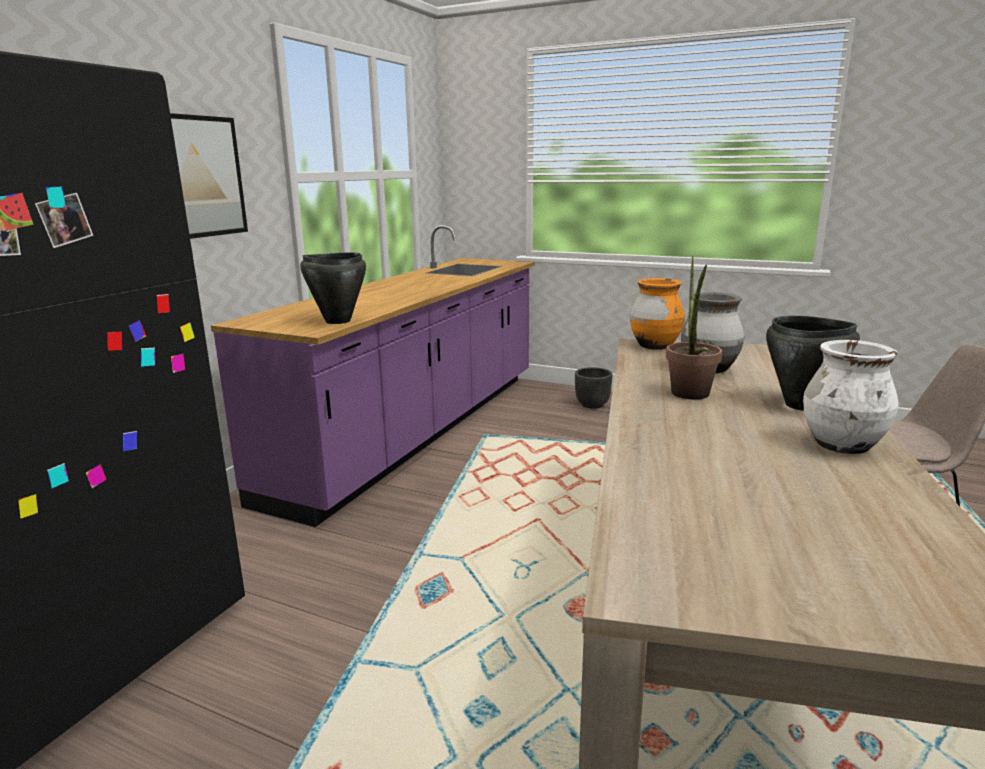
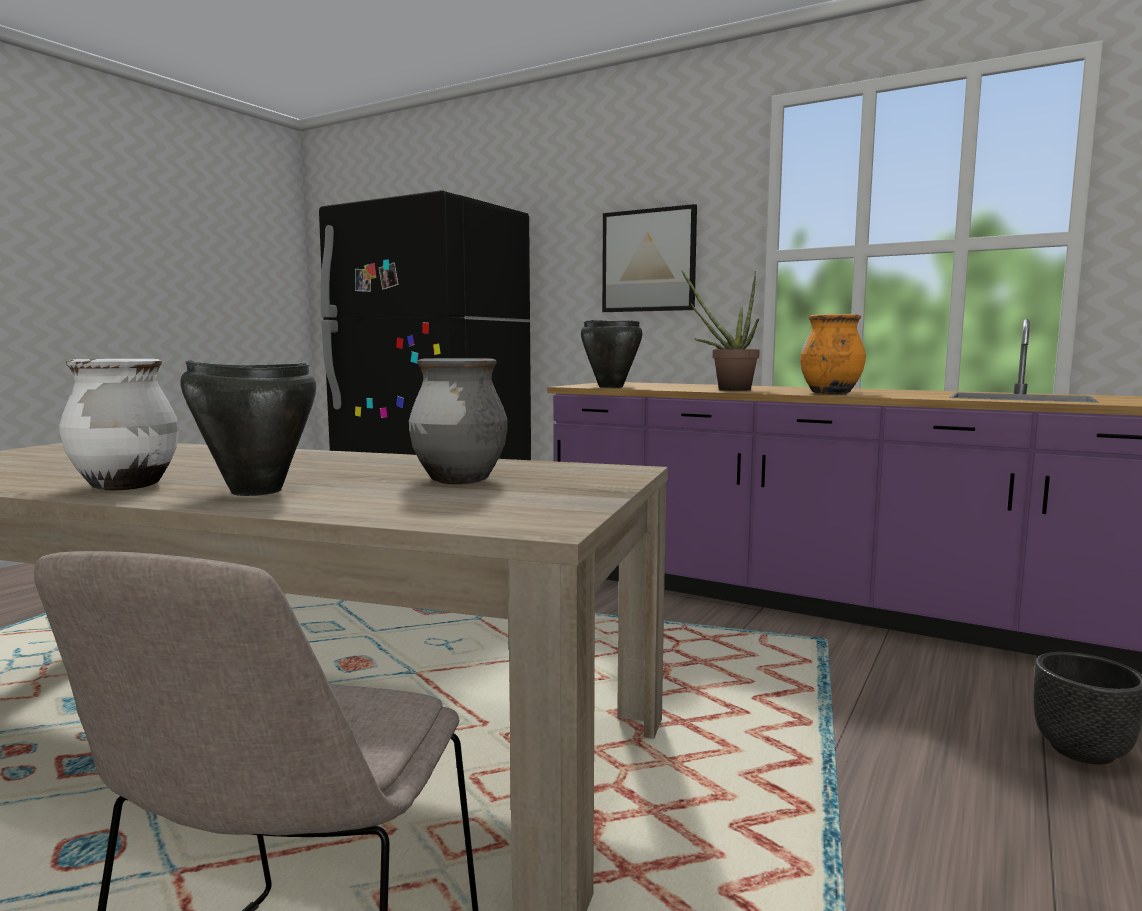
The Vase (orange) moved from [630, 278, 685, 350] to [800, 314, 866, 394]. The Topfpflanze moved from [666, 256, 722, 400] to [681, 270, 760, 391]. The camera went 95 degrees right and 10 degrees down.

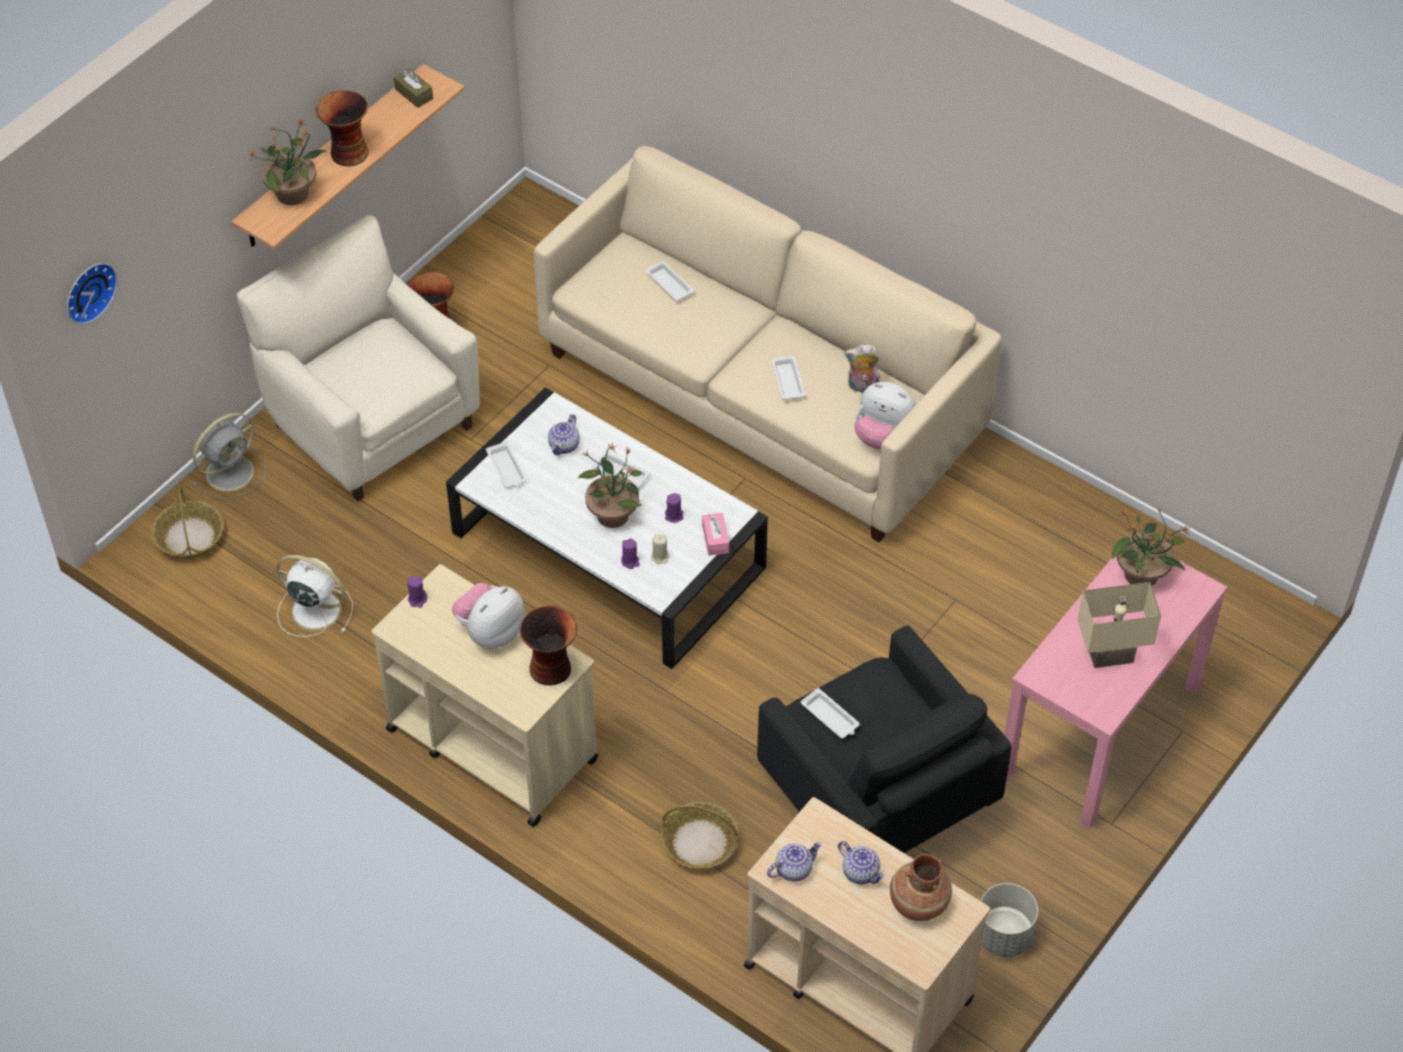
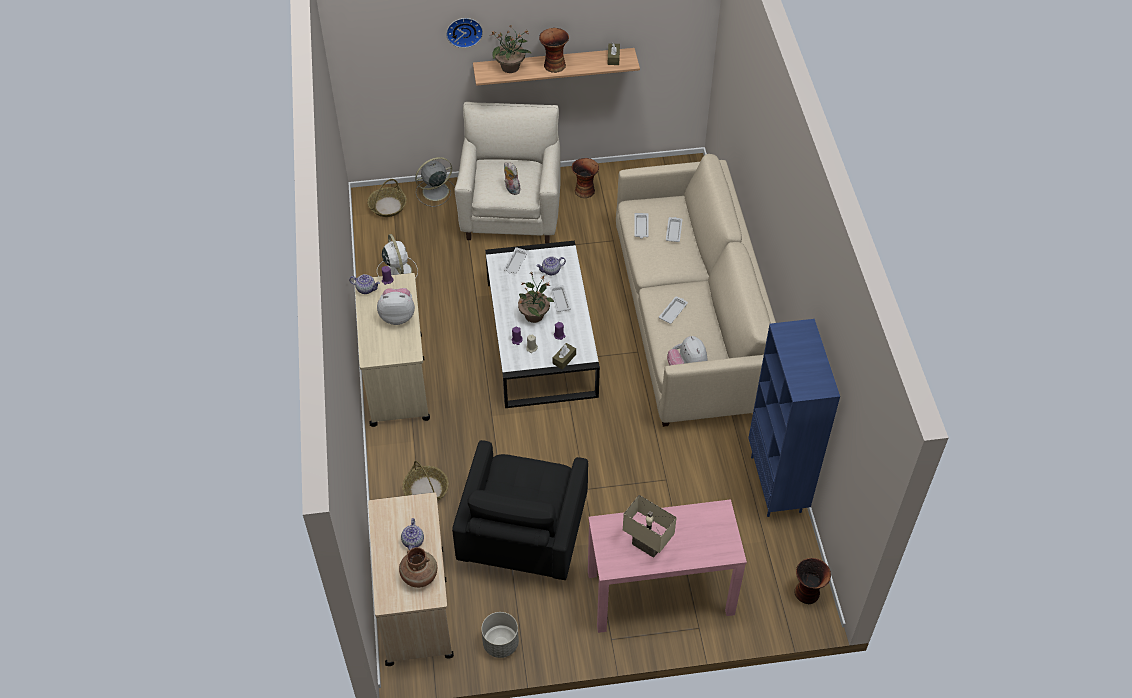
The Wanduhr moved from [67, 263, 117, 324] to [446, 18, 483, 48]. The Ventilator (grau) at [192, 413, 267, 499] turned 150 degrees clockwise. The Vase moved from [520, 605, 577, 686] to [794, 558, 831, 604]. The Taschentuchbox (rosa) at [702, 513, 729, 556] became the Taschentuchbox (braun) at [553, 343, 576, 370]. The Teekanne moved from [767, 841, 822, 882] to [349, 274, 380, 294]. The Tablett (weiß) moved from [801, 688, 860, 739] to [634, 213, 649, 239]. The Plüschtier moved from [844, 345, 880, 393] to [504, 162, 520, 195]. The Topfpflanze at [1112, 509, 1191, 586] disappeared. The Bücherregal (blau) at [749, 319, 840, 517] appeared. The camera went 45 degrees right and 0 degrees up.

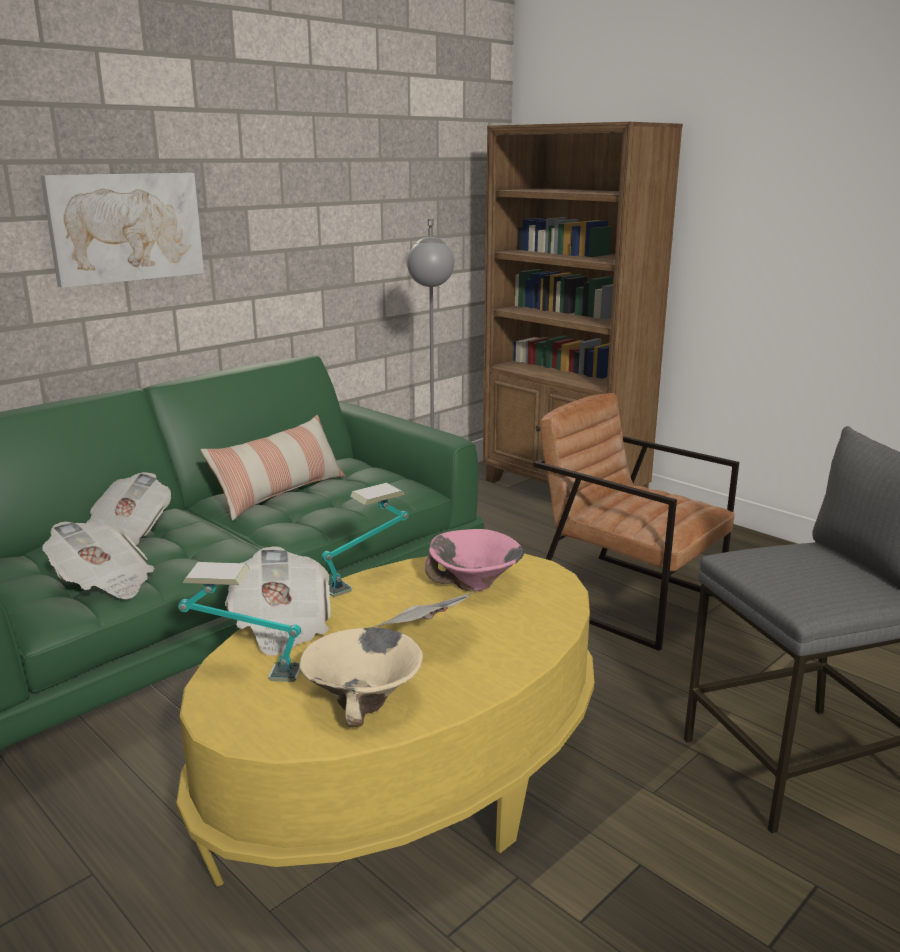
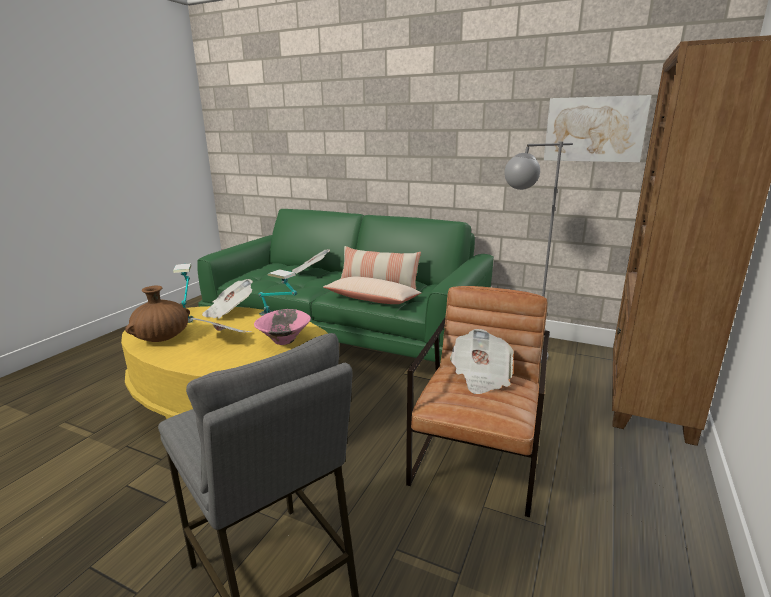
The Bild moved from [41, 173, 204, 288] to [544, 95, 652, 162]. The Zeitung moved from [42, 521, 154, 599] to [450, 329, 514, 394]. The Schüssel (beige) at [299, 627, 423, 727] was replaced by the Vase (braun) at [125, 286, 190, 342]. The Kissen (beige) at [323, 277, 422, 304] appeared. The camera went 70 degrees right and 0 degrees up.

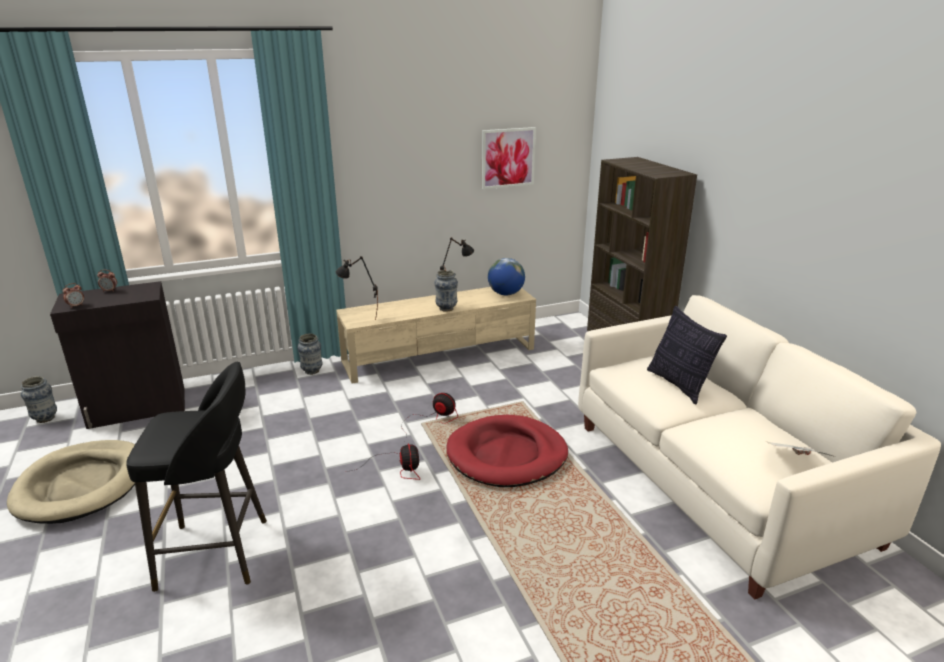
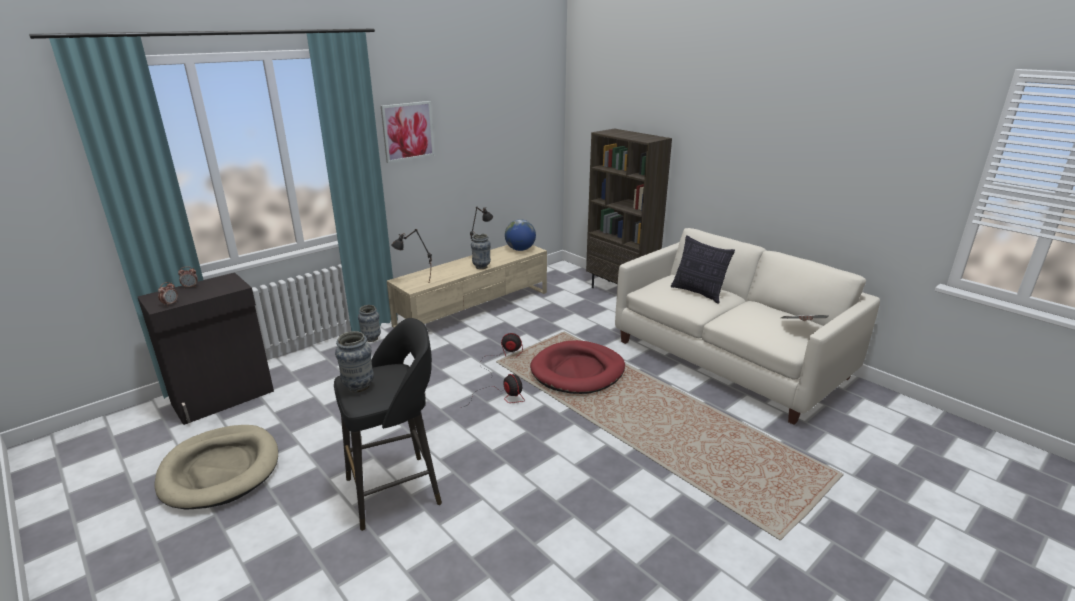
The Vase moved from [21, 376, 57, 423] to [335, 331, 374, 392]. The Bild moved from [482, 127, 536, 189] to [381, 101, 435, 163]. The camera went 20 degrees left and 0 degrees up.

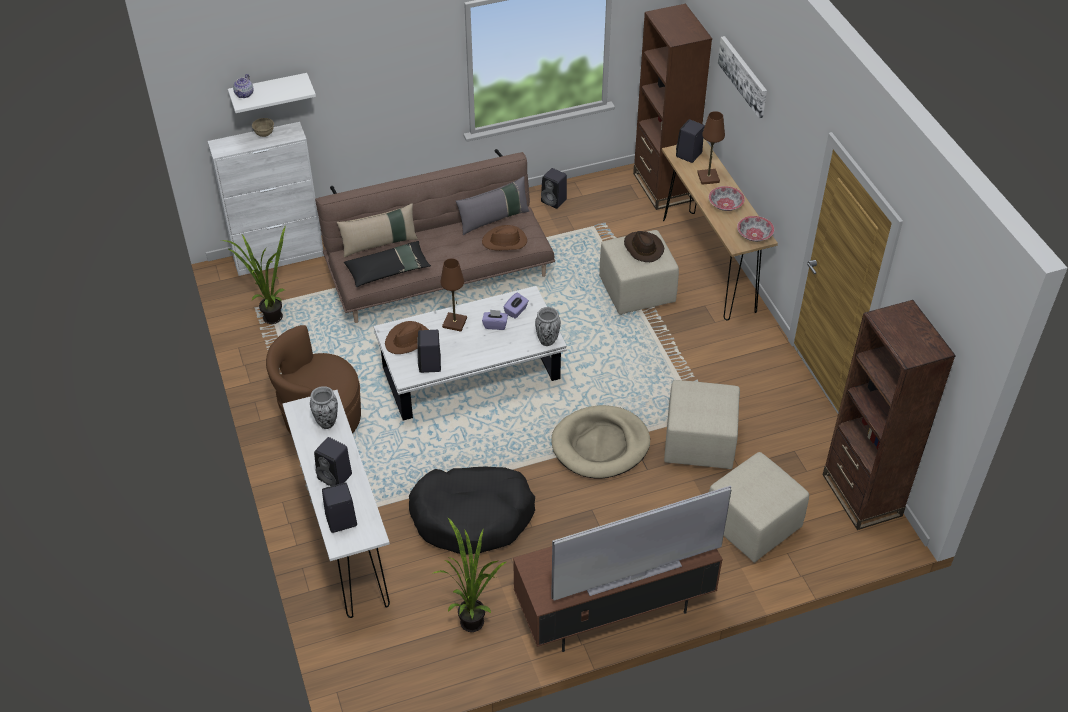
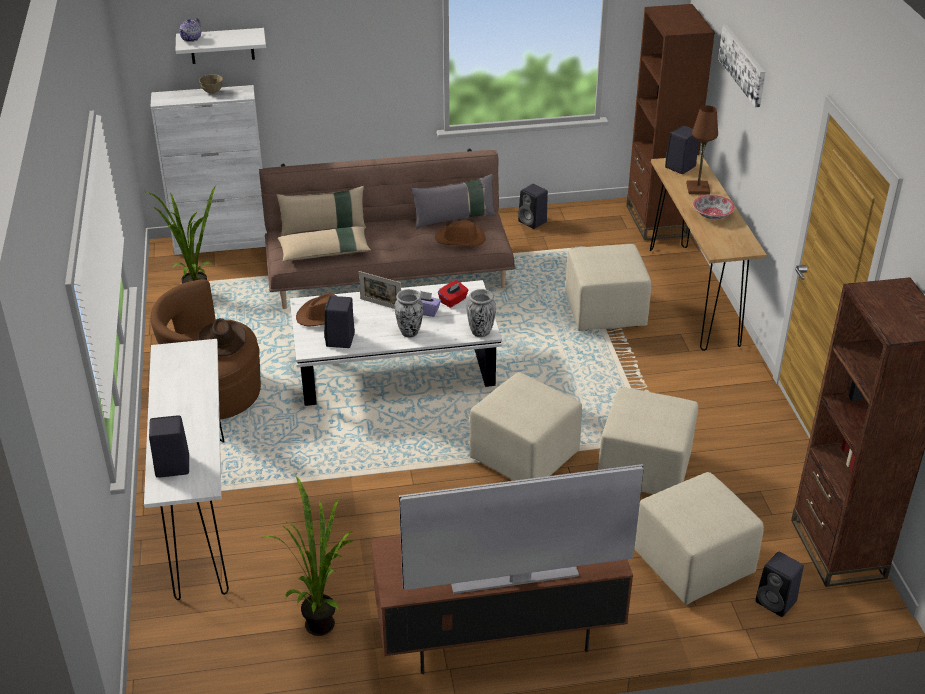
The Vase moved from [310, 386, 338, 429] to [395, 289, 423, 338]. The Lautsprecher (schwarz) moved from [314, 437, 352, 486] to [755, 551, 804, 617]. The Kissen (schwarz) at [344, 241, 431, 287] became the Kissen (beige) at [278, 226, 371, 262]. The Hundebett (schwarz) at [409, 467, 535, 555] disappeared. The Tischlampe (braun) at [440, 258, 467, 332] was replaced by the Bilderrahmen at [359, 271, 401, 309]. The Taschentuchbox (lila) at [504, 292, 529, 319] became the Taschentuchbox (rot) at [438, 280, 469, 308]. The Hundebett (beige) at [551, 405, 650, 479] was replaced by the Polsterhocker (beige) at [469, 372, 582, 481]. The Hut (braun) moved from [624, 231, 664, 262] to [198, 318, 246, 356]. The Schüssel at [737, 216, 774, 242] disappeared. The camera went 10 degrees right and 10 degrees down.

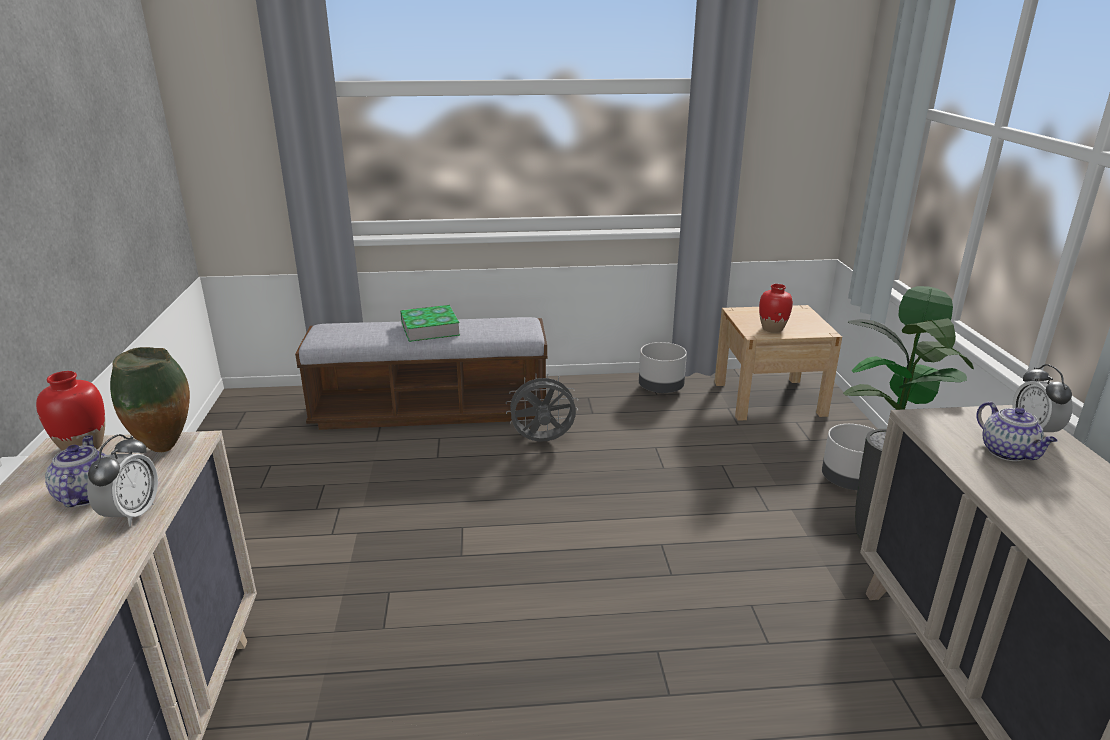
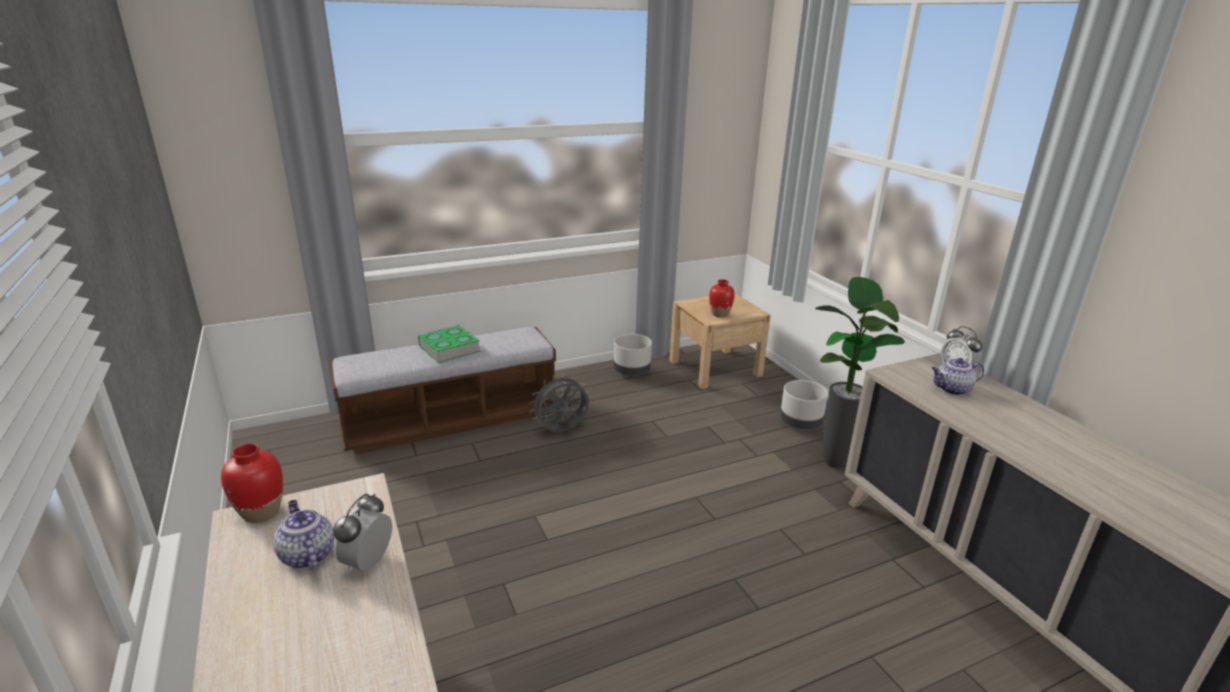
The Wecker at [87, 434, 158, 527] turned 150 degrees counterclockwise. The Vase at [110, 347, 190, 452] disappeared. The Teekanne at [976, 401, 1058, 461] turned 120 degrees clockwise. The camera went 20 degrees left and 0 degrees up.

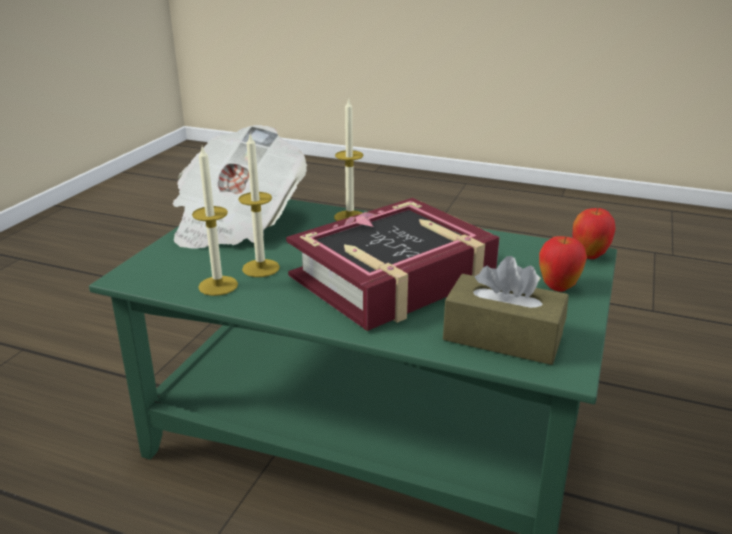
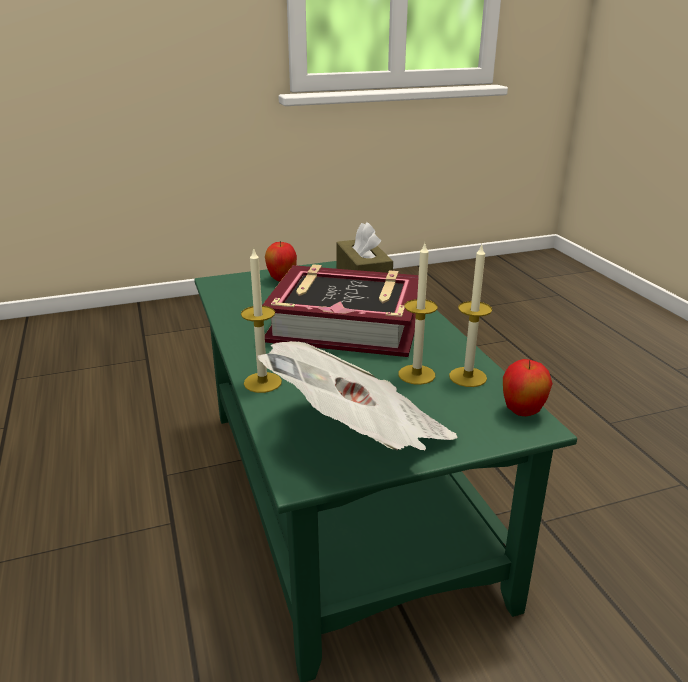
The Apfel moved from [572, 208, 616, 259] to [503, 359, 553, 416]. The camera went 130 degrees left and 0 degrees up.

